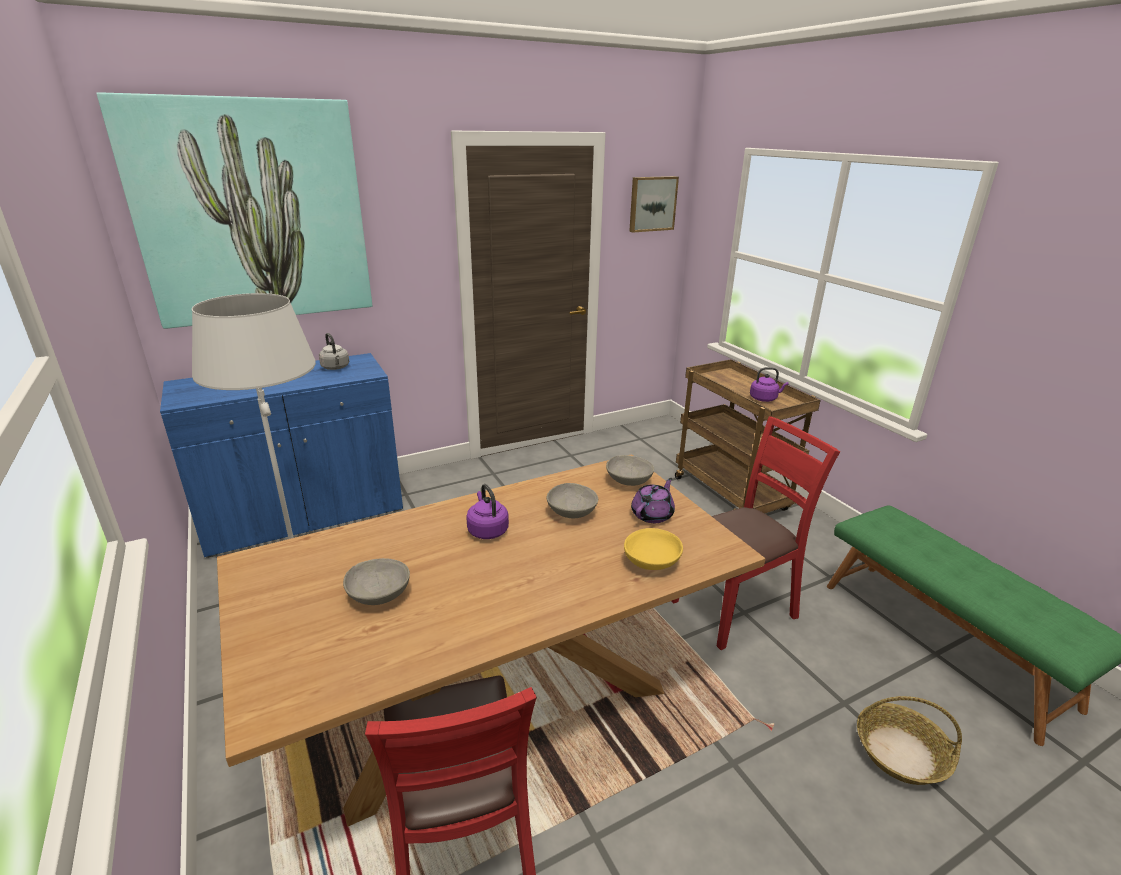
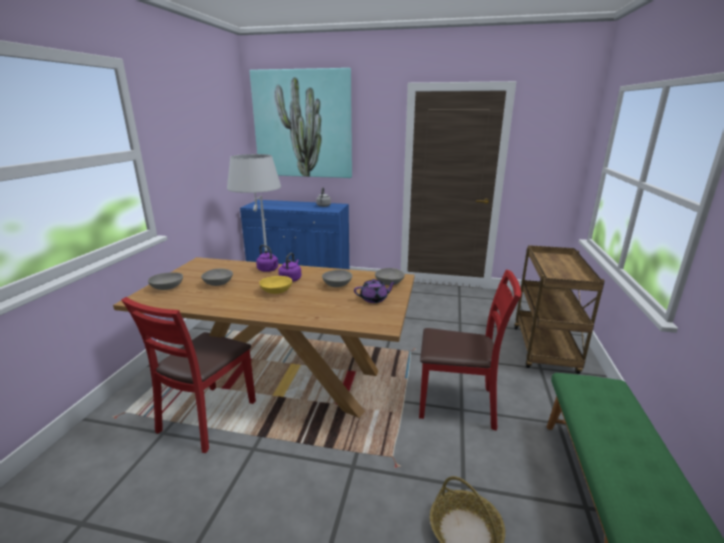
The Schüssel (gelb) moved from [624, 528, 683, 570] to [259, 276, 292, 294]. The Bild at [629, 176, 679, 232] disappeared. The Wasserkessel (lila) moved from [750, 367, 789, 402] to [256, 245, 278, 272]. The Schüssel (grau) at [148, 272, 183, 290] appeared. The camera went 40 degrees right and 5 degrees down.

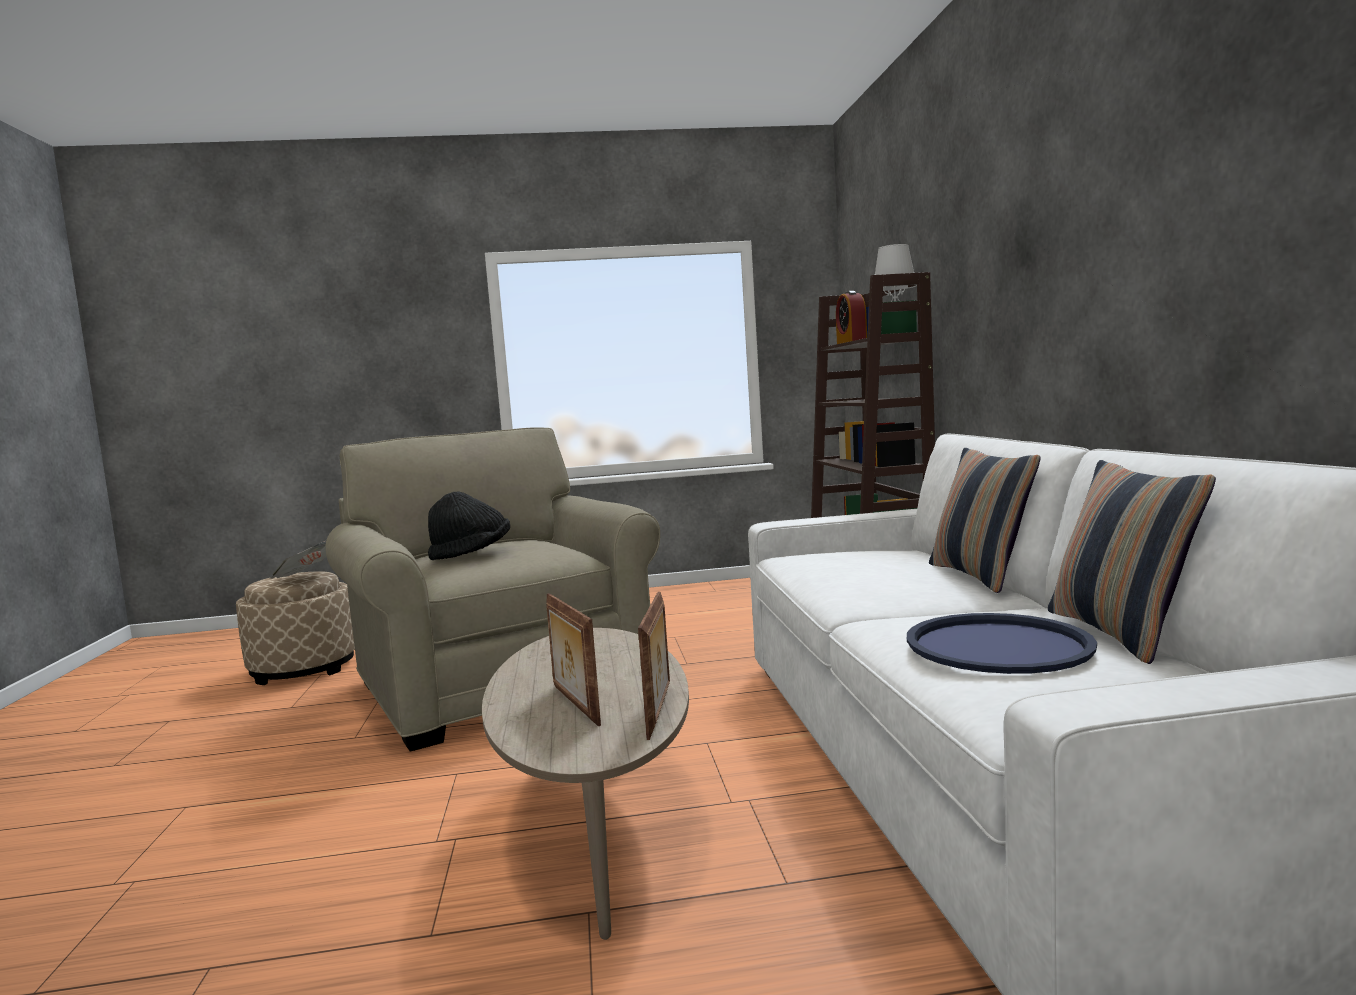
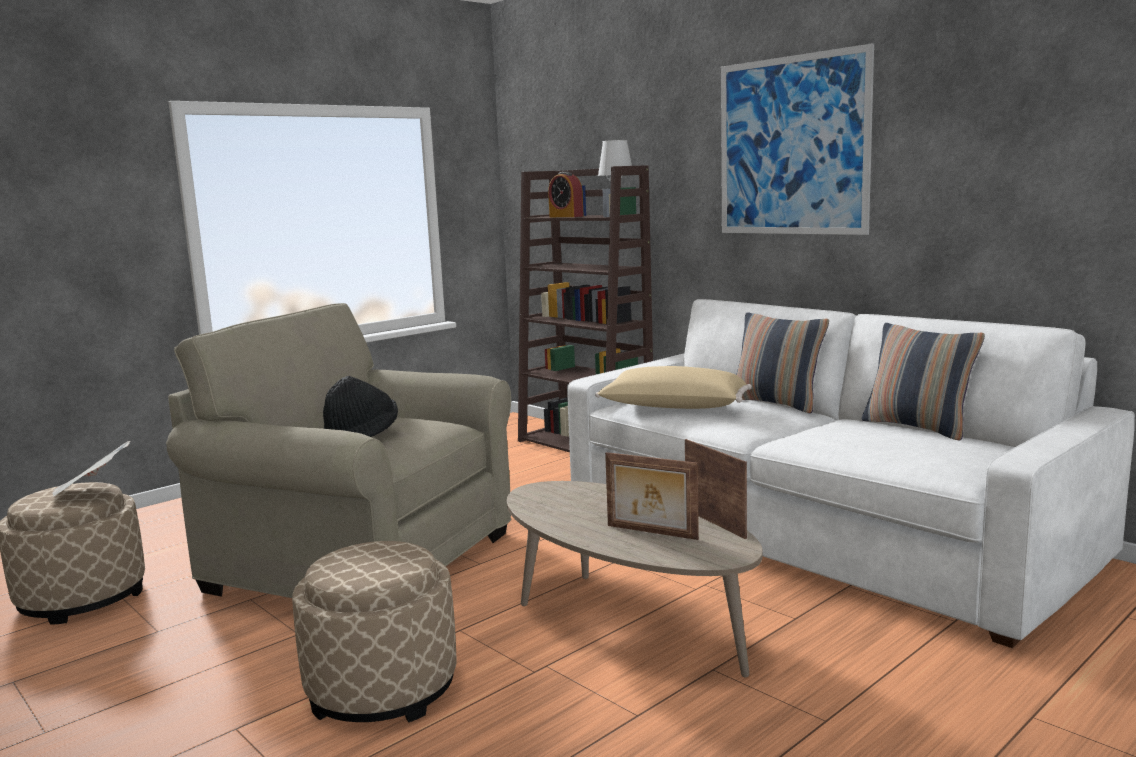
The Tablett (blau) at [907, 613, 1097, 674] disappeared. The Polsterhocker (beige) at [292, 541, 456, 722] appeared. The Kissen (beige) at [595, 366, 752, 409] appeared. The Bild at [721, 43, 874, 235] appeared. The camera went 35 degrees left and 5 degrees up.

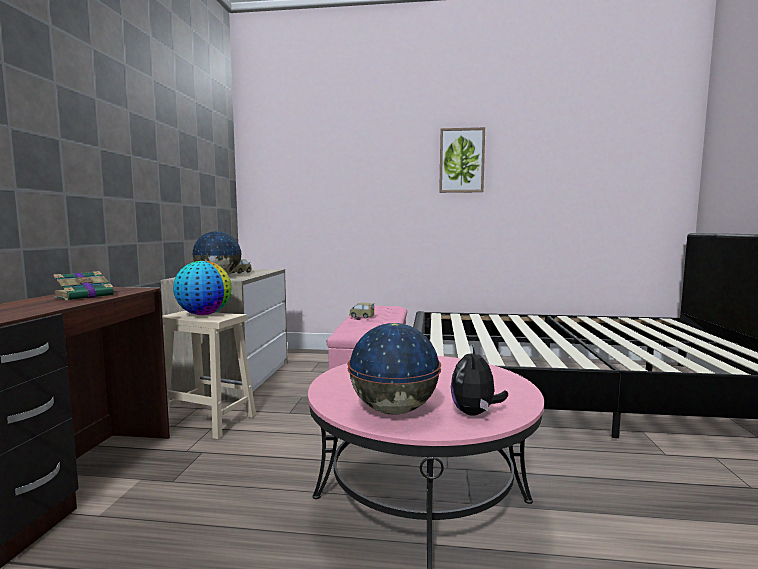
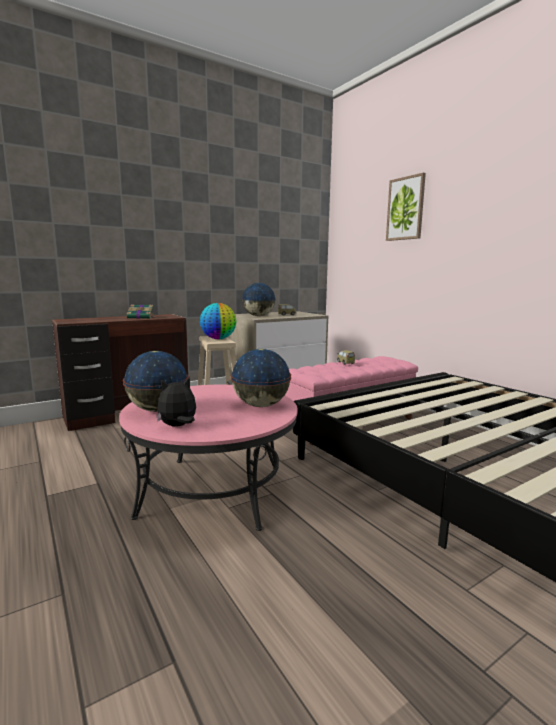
The Bild moved from [439, 127, 485, 193] to [386, 173, 426, 241]. The Globus at [231, 349, 291, 407] appeared. The camera went 50 degrees right and 5 degrees up.

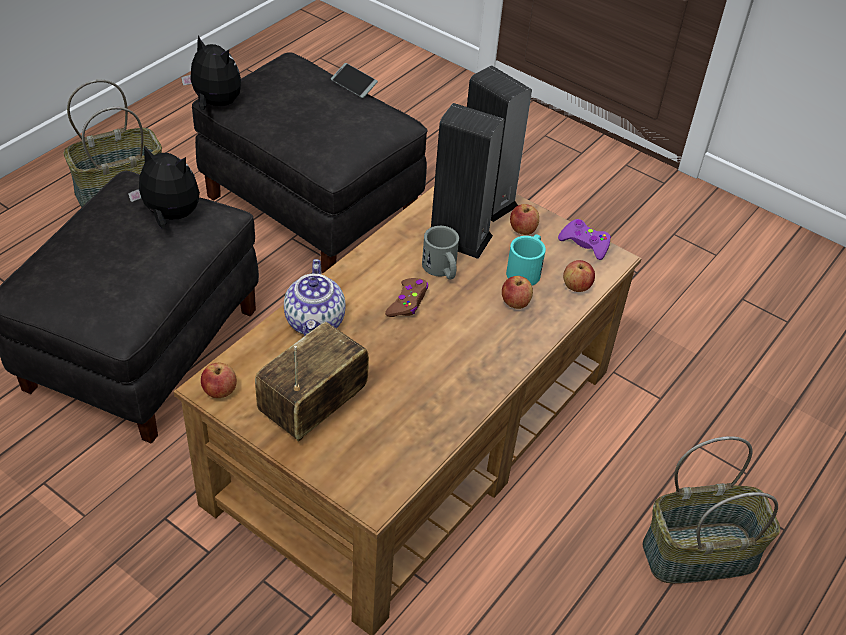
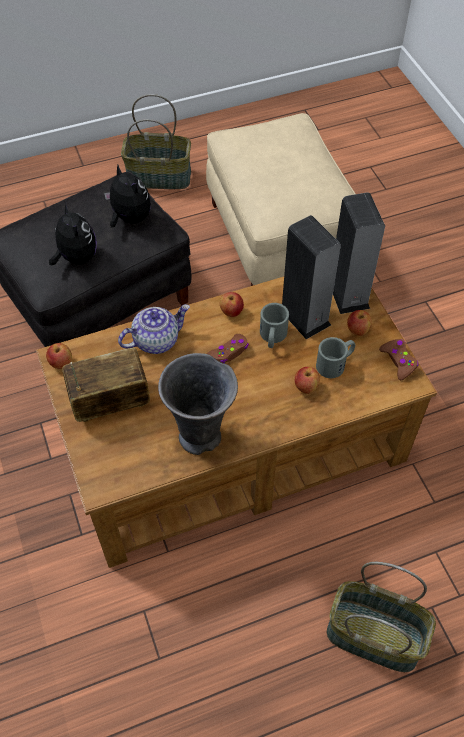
The Plüschtier moved from [181, 35, 241, 110] to [49, 203, 97, 265]. The Polsterhocker (schwarz) at [192, 52, 428, 273] became the Polsterhocker (beige) at [206, 113, 356, 286]. The Teekanne at [284, 259, 345, 336] turned 150 degrees counterclockwise. The Handy at [331, 63, 378, 98] disappeared. The Henkelbecher (türkis) at [506, 234, 546, 286] became the Henkelbecher (grau) at [316, 337, 355, 378]. The Gamepad (lila) at [558, 219, 611, 260] became the Gamepad (braun) at [379, 339, 418, 380]. The Apfel moved from [563, 260, 595, 292] to [220, 292, 244, 317]. The Vase (grau) at [158, 353, 238, 455] appeared. The camera went 35 degrees right and 10 degrees up.

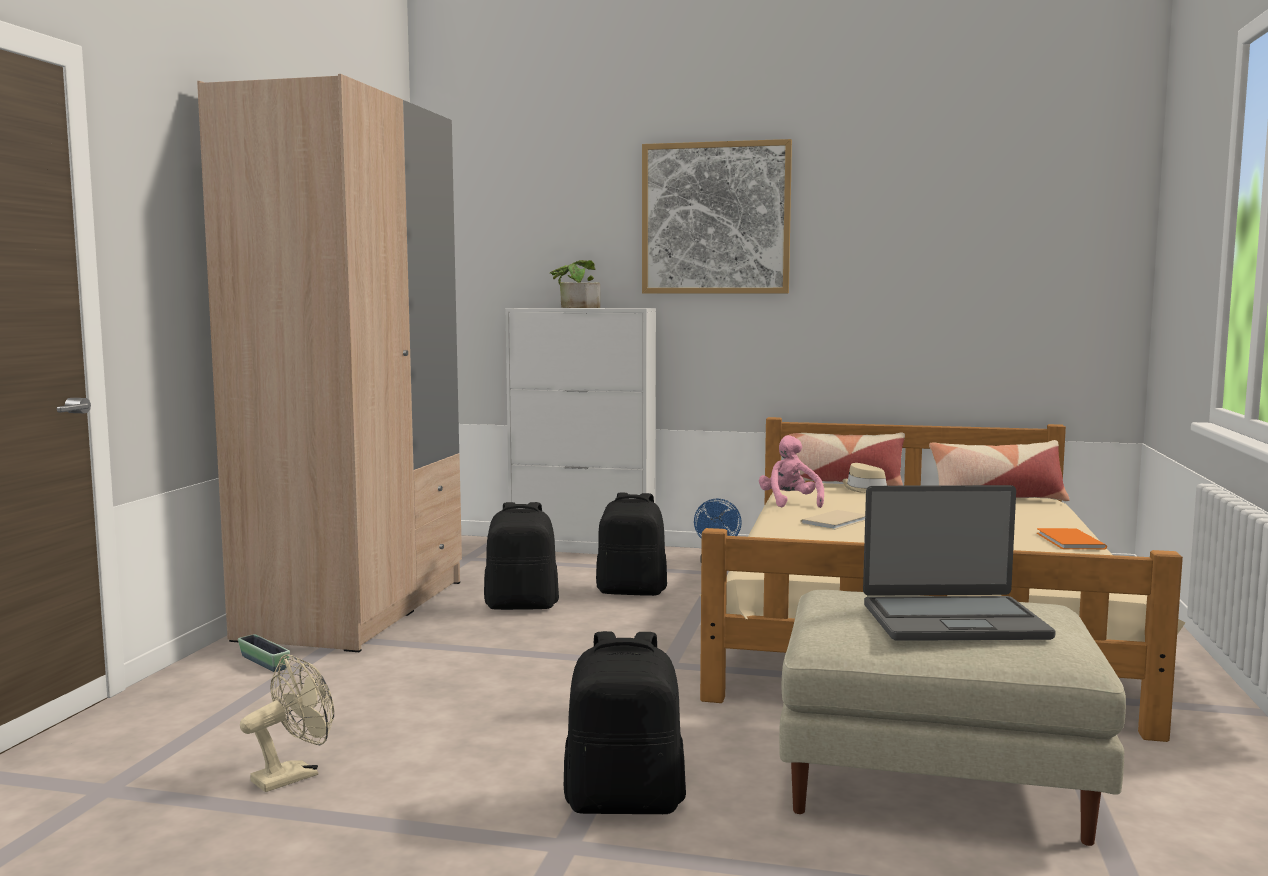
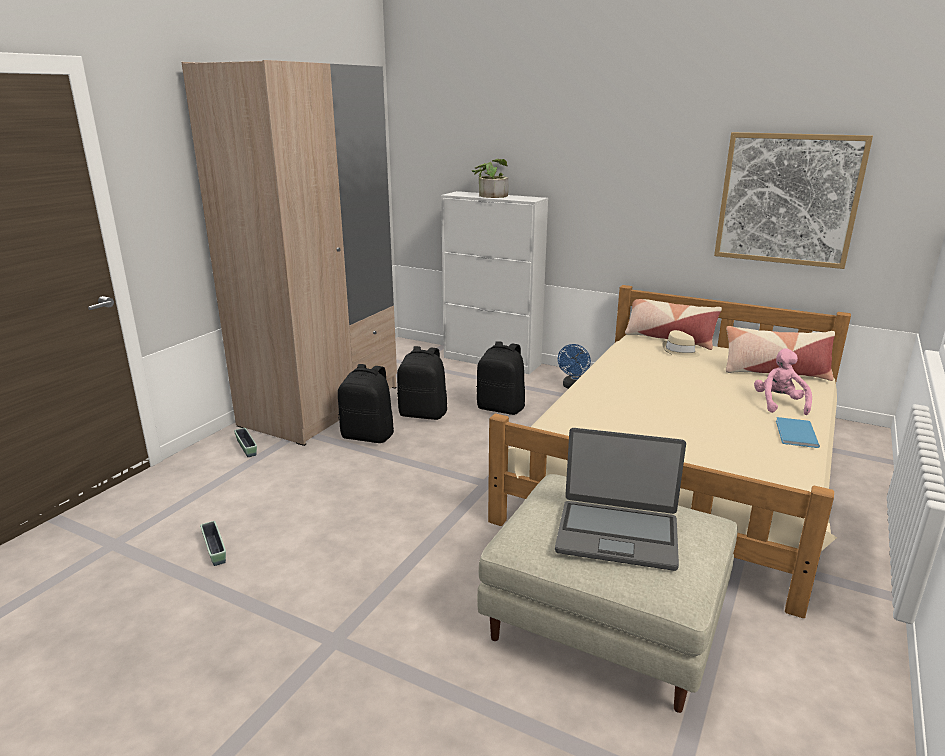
The Ventilator (beige) at [240, 654, 334, 792] was replaced by the Pflanzkübel at [200, 521, 226, 566]. The Rucksack (schwarz) moved from [564, 631, 686, 814] to [338, 364, 394, 443]. The Bild moved from [642, 139, 792, 294] to [714, 132, 873, 269]. The Plüschtier (rosa) moved from [759, 435, 824, 508] to [754, 348, 812, 415]. The Buch (beige) at [801, 510, 865, 530] disappeared. The Buch (orange) at [1037, 528, 1107, 549] became the Buch (blau) at [776, 417, 820, 448]. The camera went 15 degrees right and 15 degrees up.

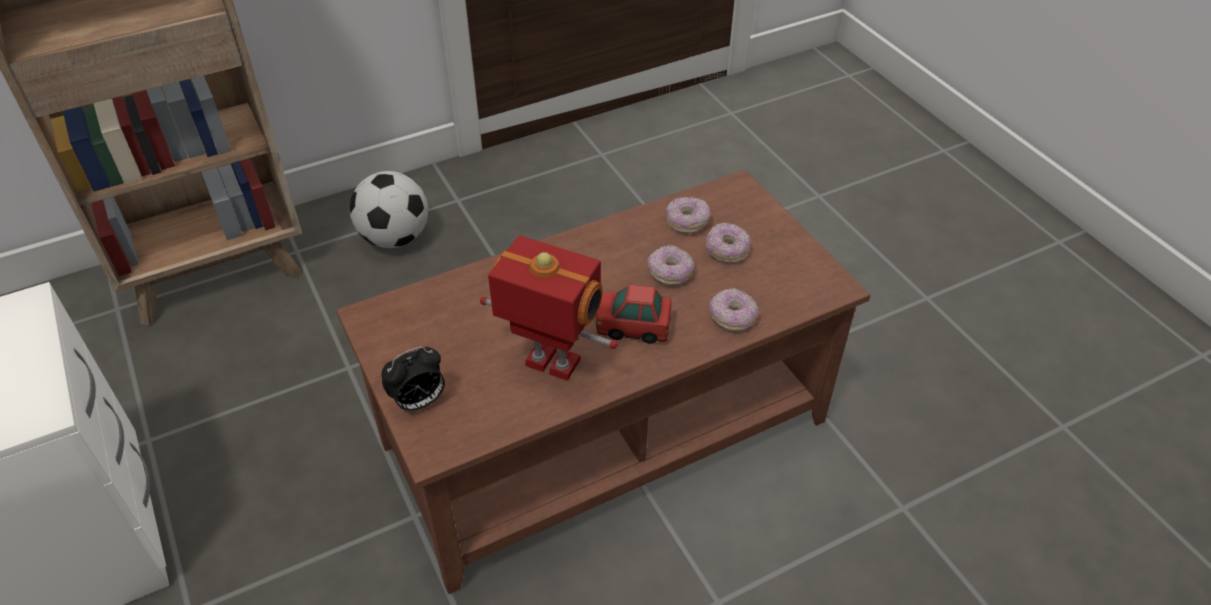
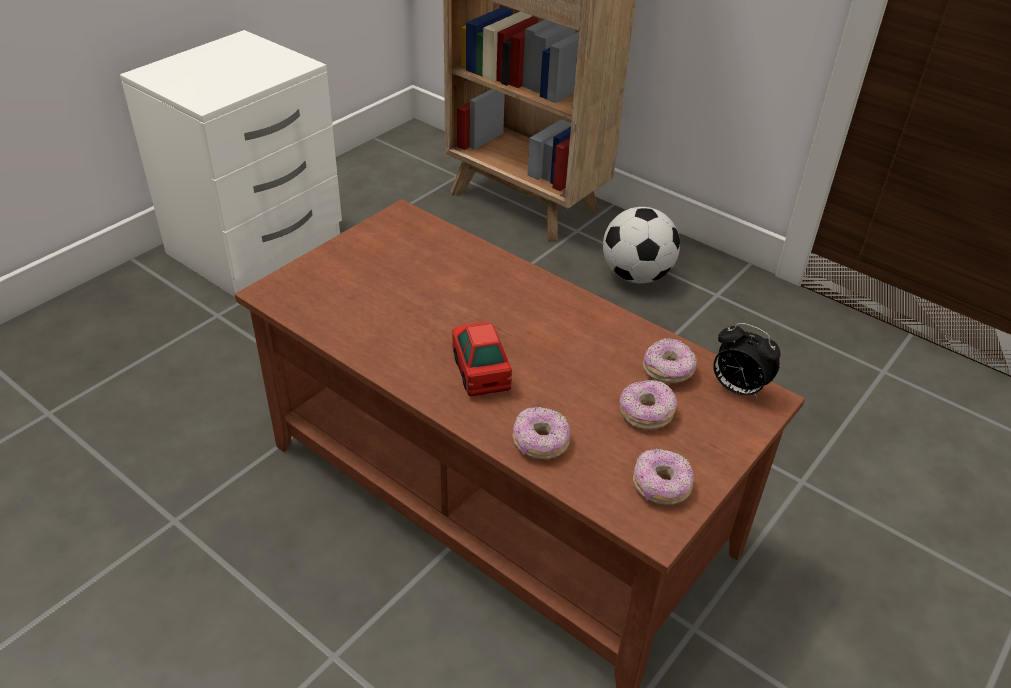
The Wecker moved from [381, 347, 445, 413] to [713, 323, 780, 399]. The Spielzeugroboter at [480, 235, 618, 381] disappeared. The Donut moved from [647, 245, 694, 285] to [633, 448, 694, 505]. The camera went 65 degrees right and 5 degrees down.

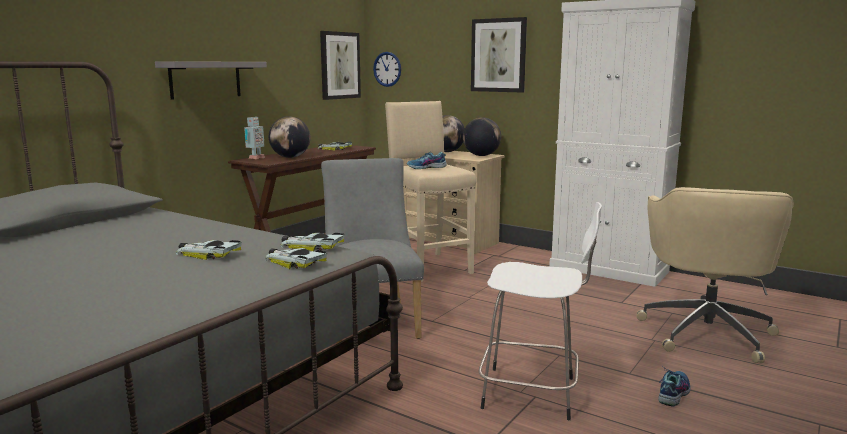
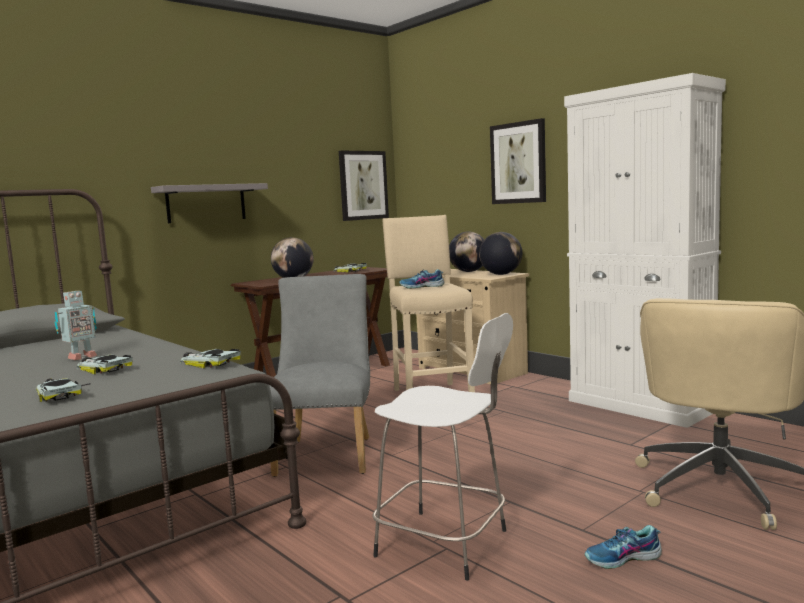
The Spielzeugroboter moved from [244, 117, 265, 159] to [55, 291, 97, 360]. The Spielzeugauto moved from [265, 248, 327, 269] to [36, 378, 91, 402]. The Wanduhr at [373, 52, 401, 87] disappeared. The Schuh at [658, 366, 691, 406] turned 150 degrees counterclockwise. The camera went 15 degrees right and 5 degrees down.

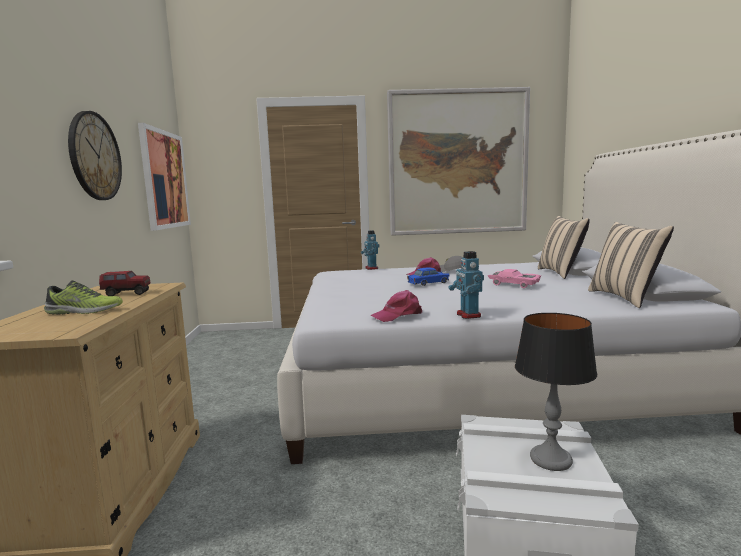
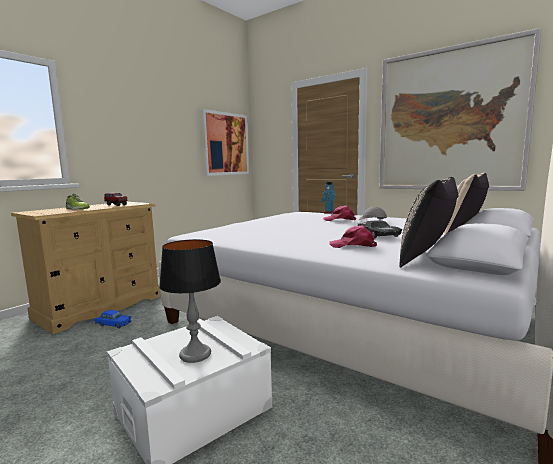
The Wanduhr at [68, 111, 122, 200] disappeared. The Kappe (rosa) moved from [370, 290, 422, 322] to [329, 225, 377, 248]. The Spielzeugauto (blau) moved from [407, 268, 450, 286] to [94, 310, 132, 328]. The Spielzeugroboter at [448, 251, 484, 319] disappeared. The Spielzeugauto (rosa) at [488, 269, 541, 288] became the Spielzeugauto (schwarz) at [358, 220, 402, 238]. The Kissen (beige) at [588, 222, 674, 308] became the Kissen (schwarz) at [399, 177, 458, 267]. The camera went 40 degrees right and 0 degrees up.

